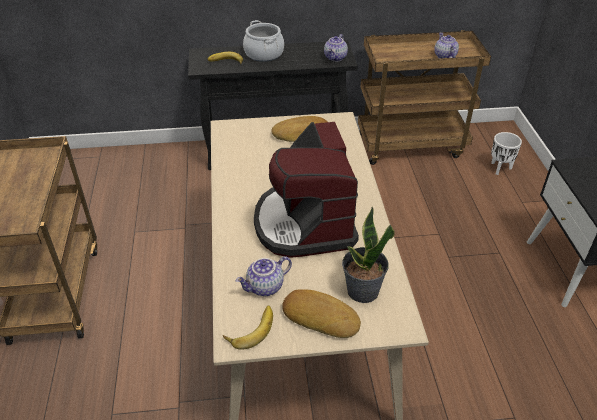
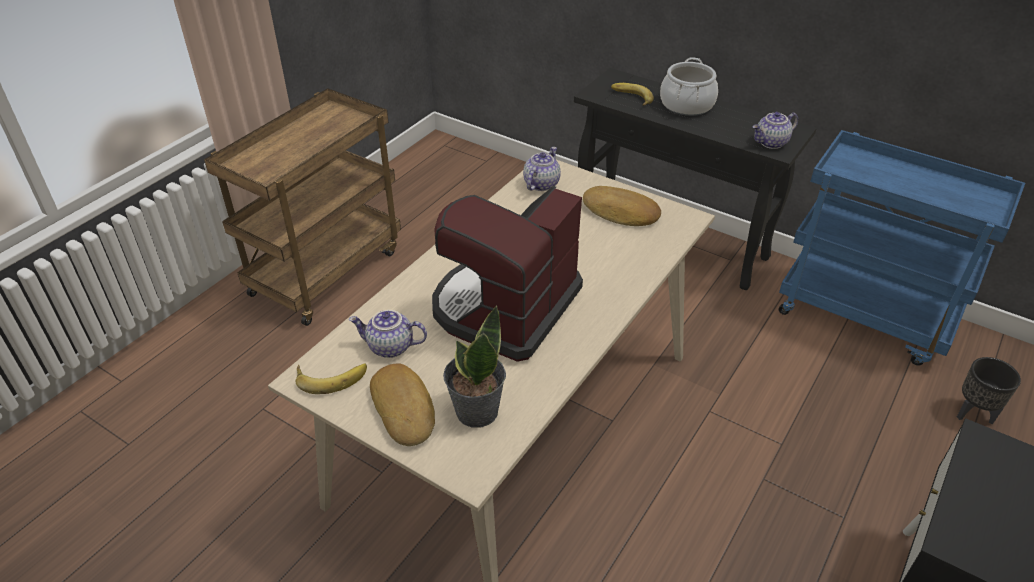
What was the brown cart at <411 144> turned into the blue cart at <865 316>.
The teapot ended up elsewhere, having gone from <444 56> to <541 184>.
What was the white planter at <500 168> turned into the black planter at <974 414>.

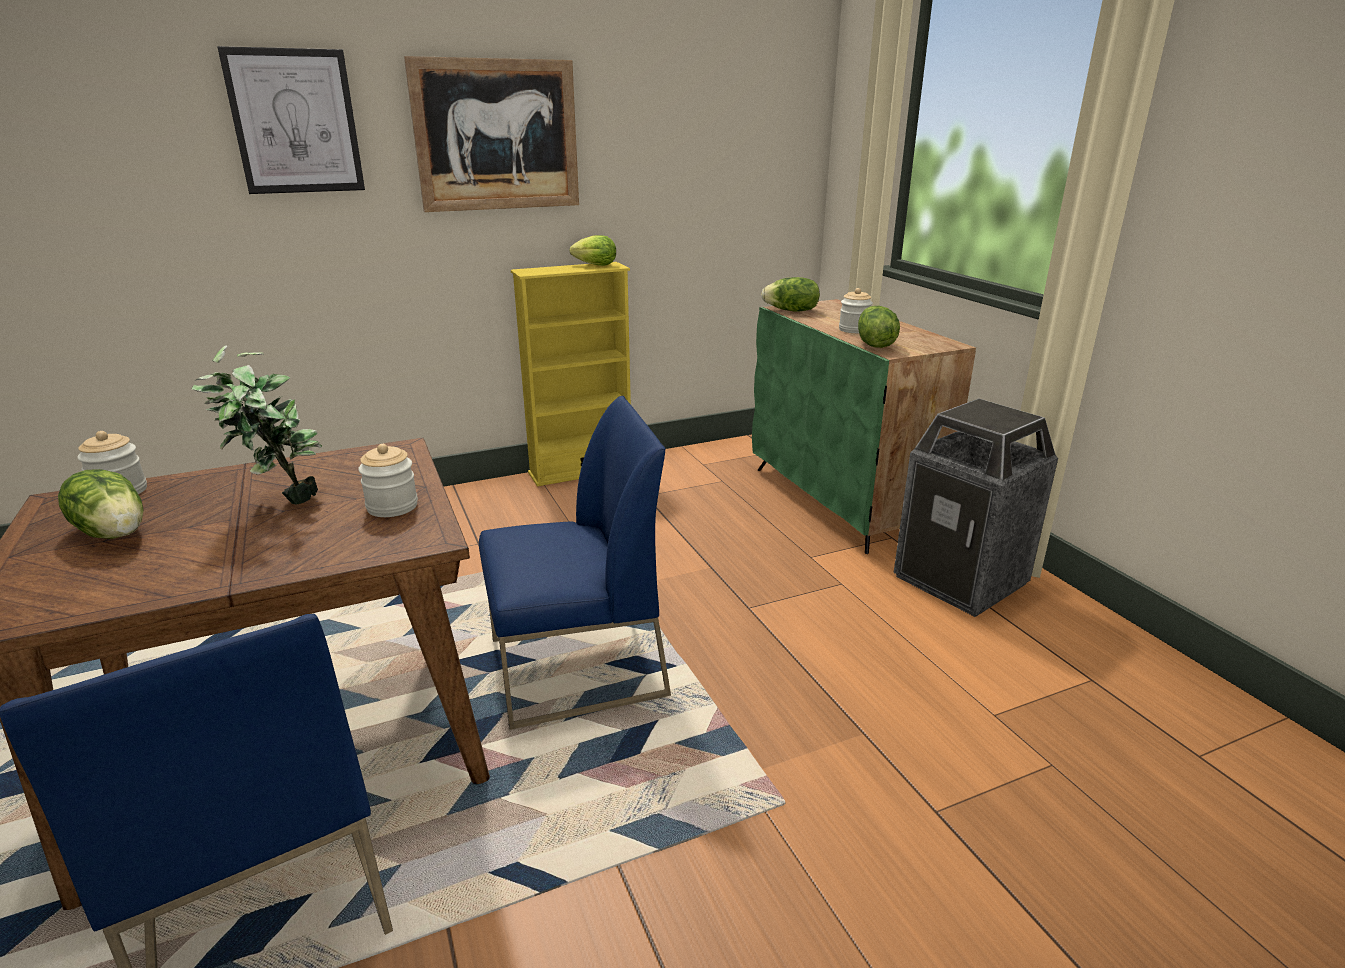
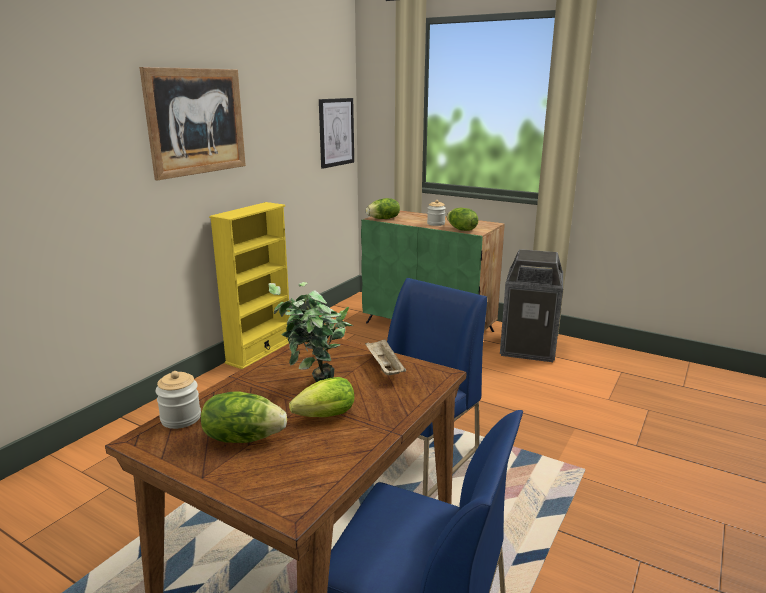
The picture ended up elsewhere, having gone from <295 122> to <336 132>.
The lettuce ended up elsewhere, having gone from <593 265> to <322 417>.
Where the jar stood at <392 507>, the beige tray came to stand at <384 367>.

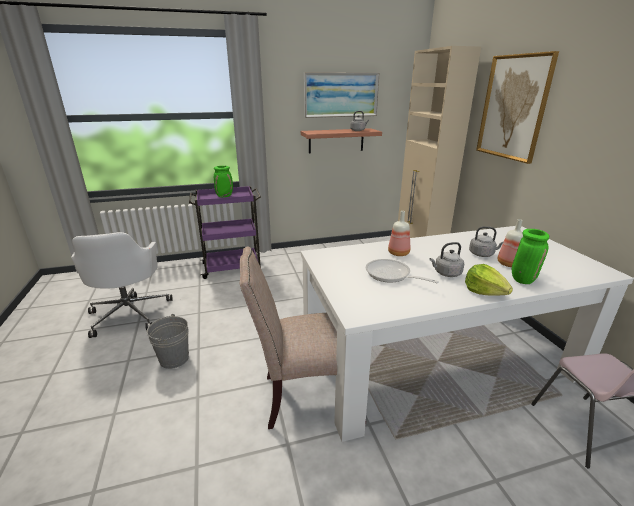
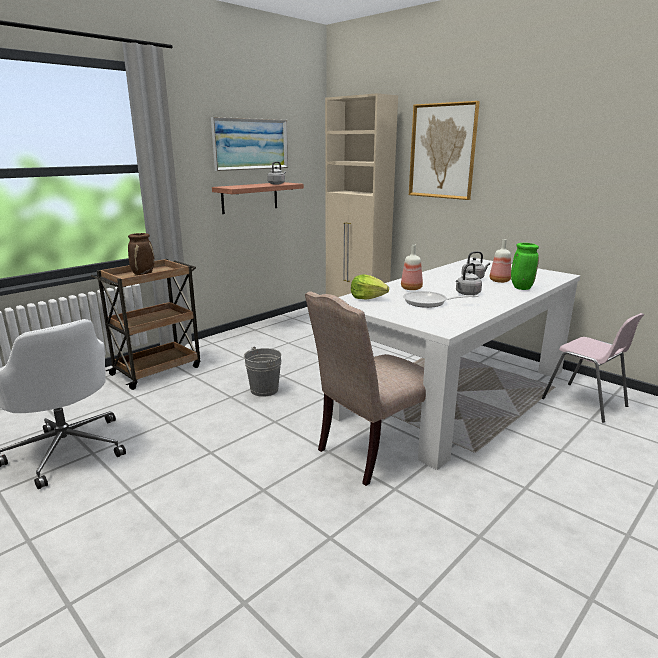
What was the green vase at <225 196> turned into the brown vase at <143 273>.
What was the purple cart at <233 267> turned into the brown cart at <158 370>.
The lettuce ended up elsewhere, having gone from <484 291> to <367 298>.
The grey bucket ended up elsewhere, having gone from <174 358> to <264 390>.

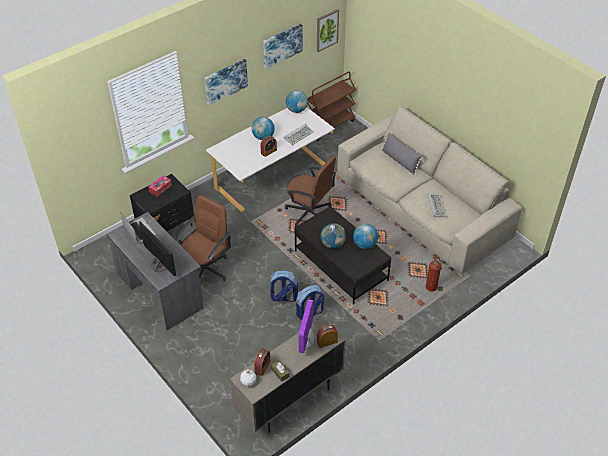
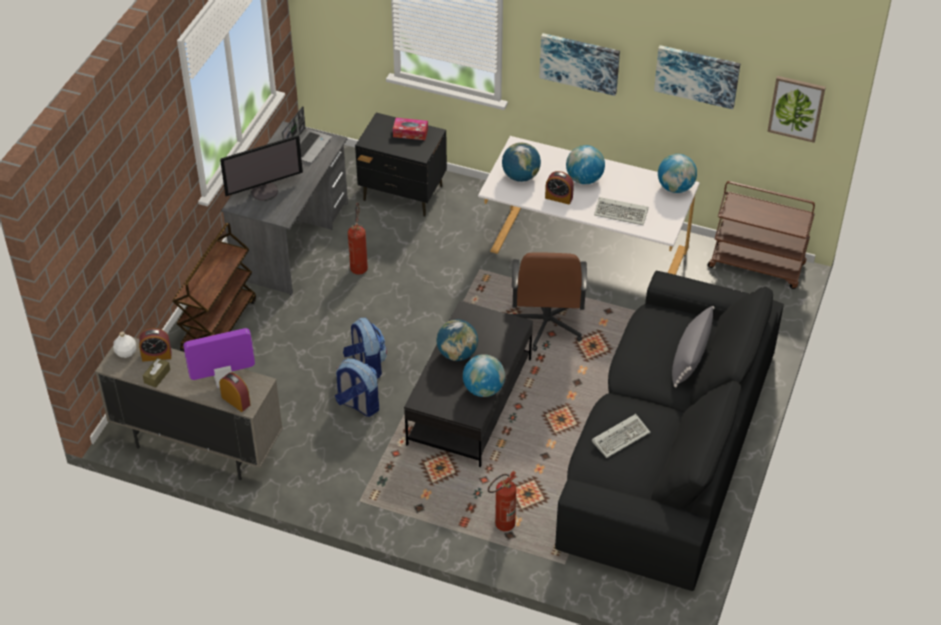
What was the beige sofa at <420 207> turned into the black sofa at <666 447>.
Where the brown office chair stood at <205 269>, the fire extinguisher came to stand at <359 265>.
The monitor at <159 264> ended up facing another way, 45 degrees clockwise from before.
The second view gained the globe at <520 176>.
The second view gained the brown cart at <218 326>.

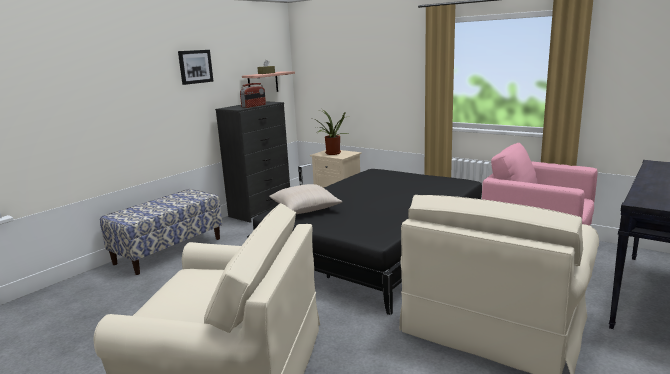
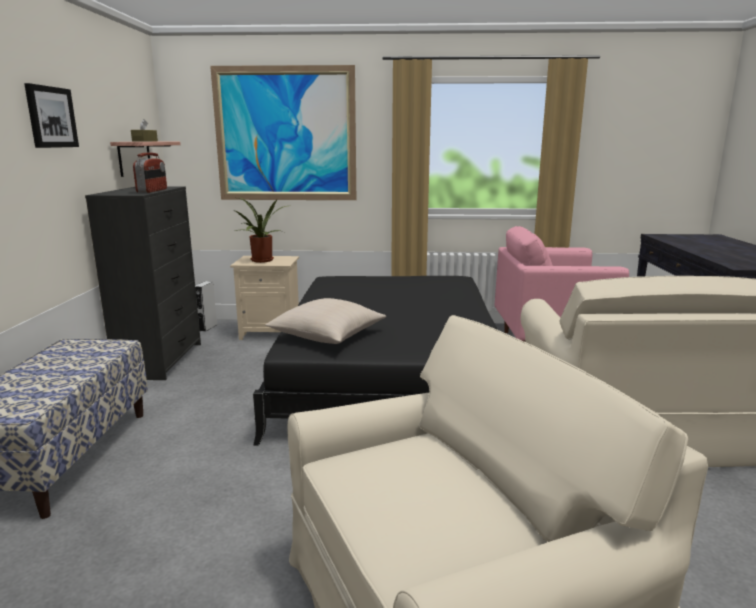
The second view gained the picture at <285 134>.

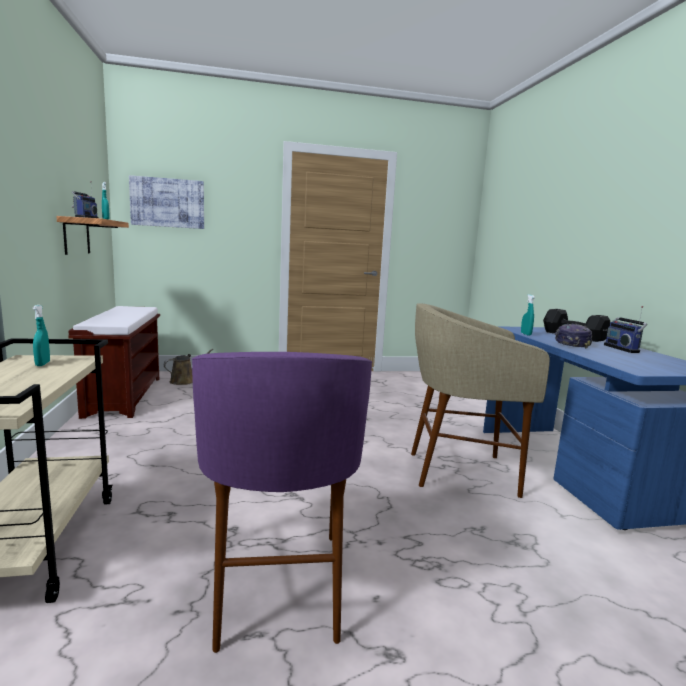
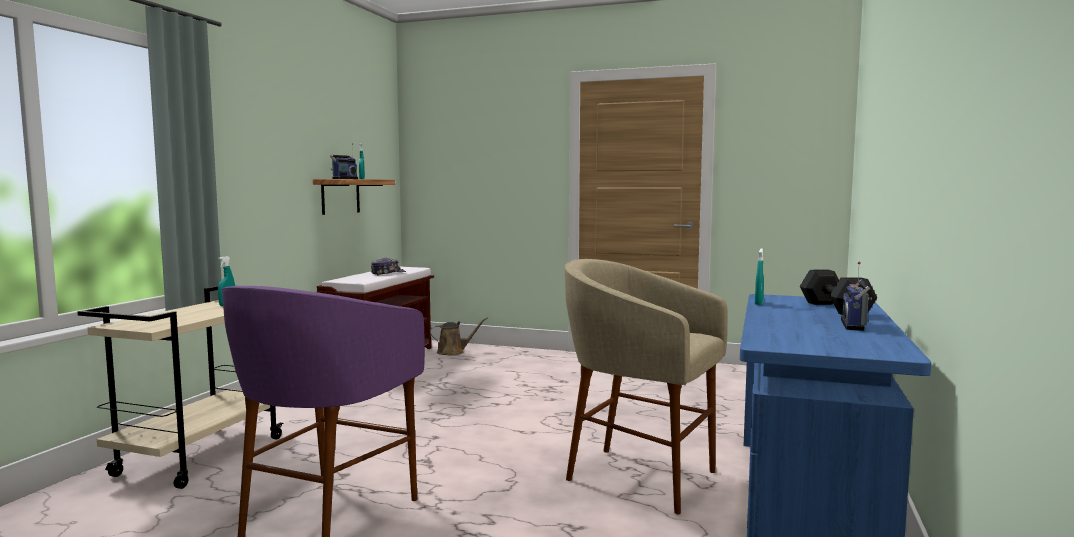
The second view lost the picture at <167 203>.
The cap ended up elsewhere, having gone from <571 343> to <388 273>.

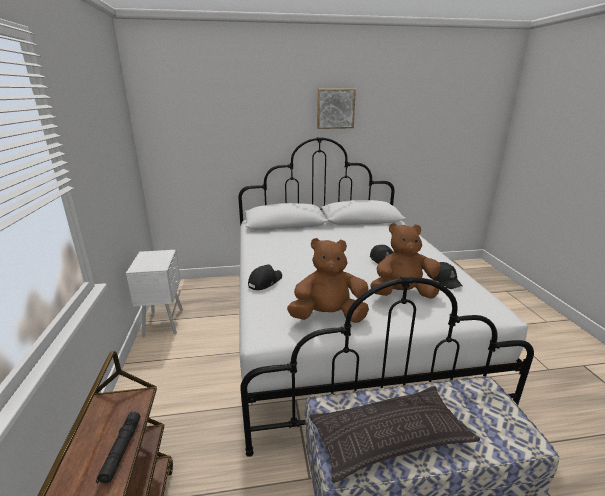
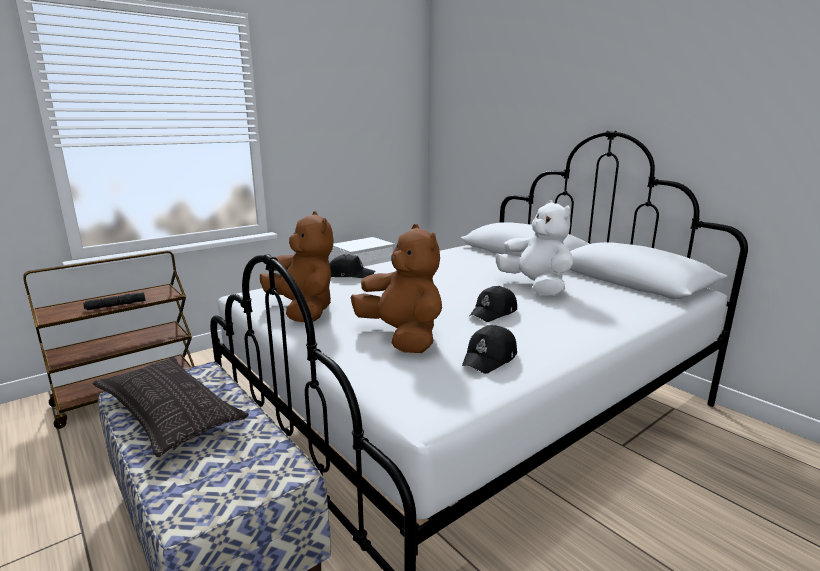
The second view lost the picture at <335 108>.
The second view gained the white plush toy at <535 287>.

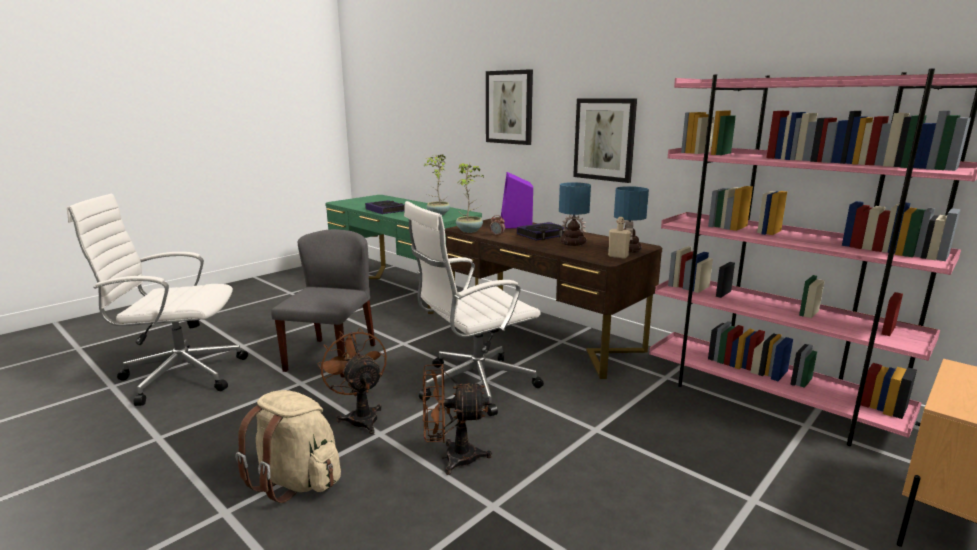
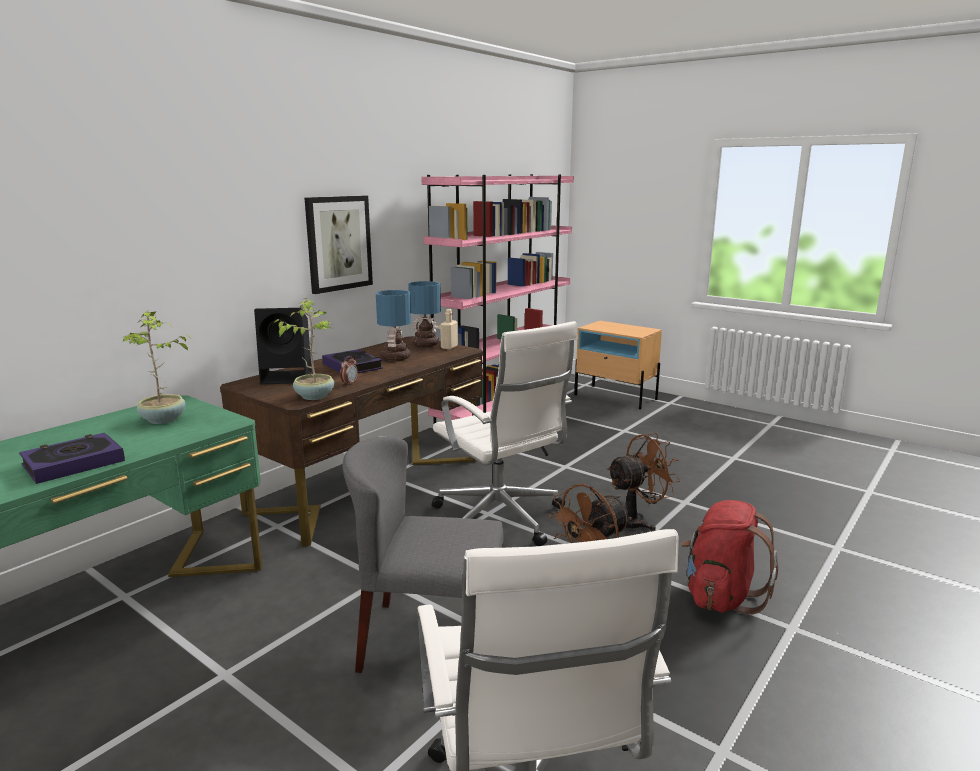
The second view lost the picture at <509 107>.
What was the purple speaker at <516 225> turned into the black speaker at <288 377>.
The brown fan at <452 458> ended up facing another way, 105 degrees counterclockwise from before.
What was the beige backpack at <296 481> turned into the red backpack at <720 596>.

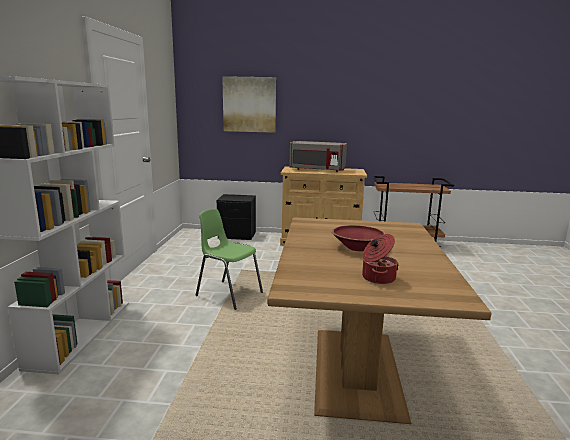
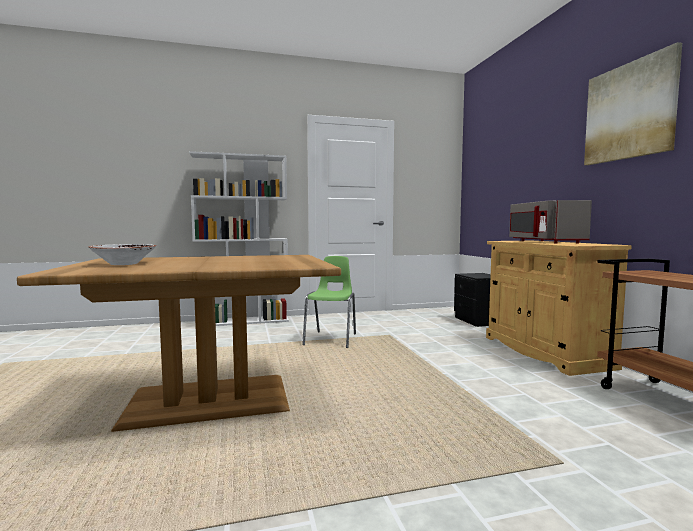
The picture ended up elsewhere, having gone from <249 104> to <629 111>.
The second view lost the red bowl at <357 248>.
Where the cooking pot stood at <377 278>, the white bowl came to stand at <124 264>.

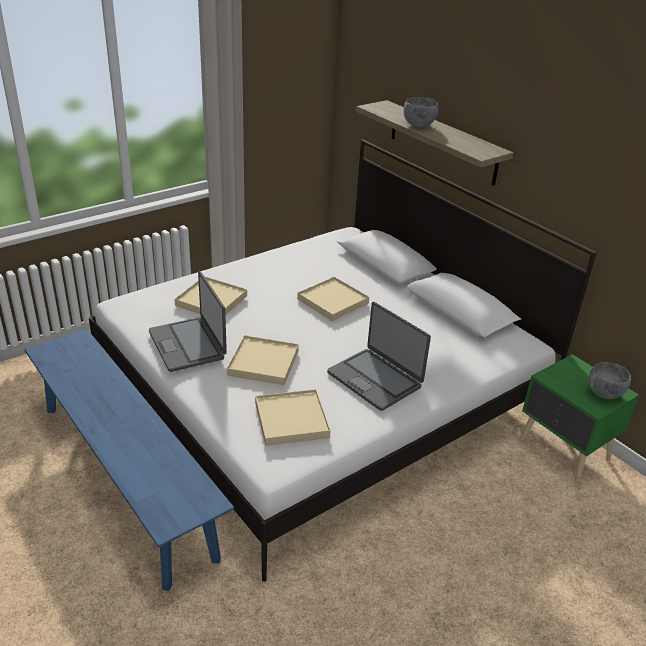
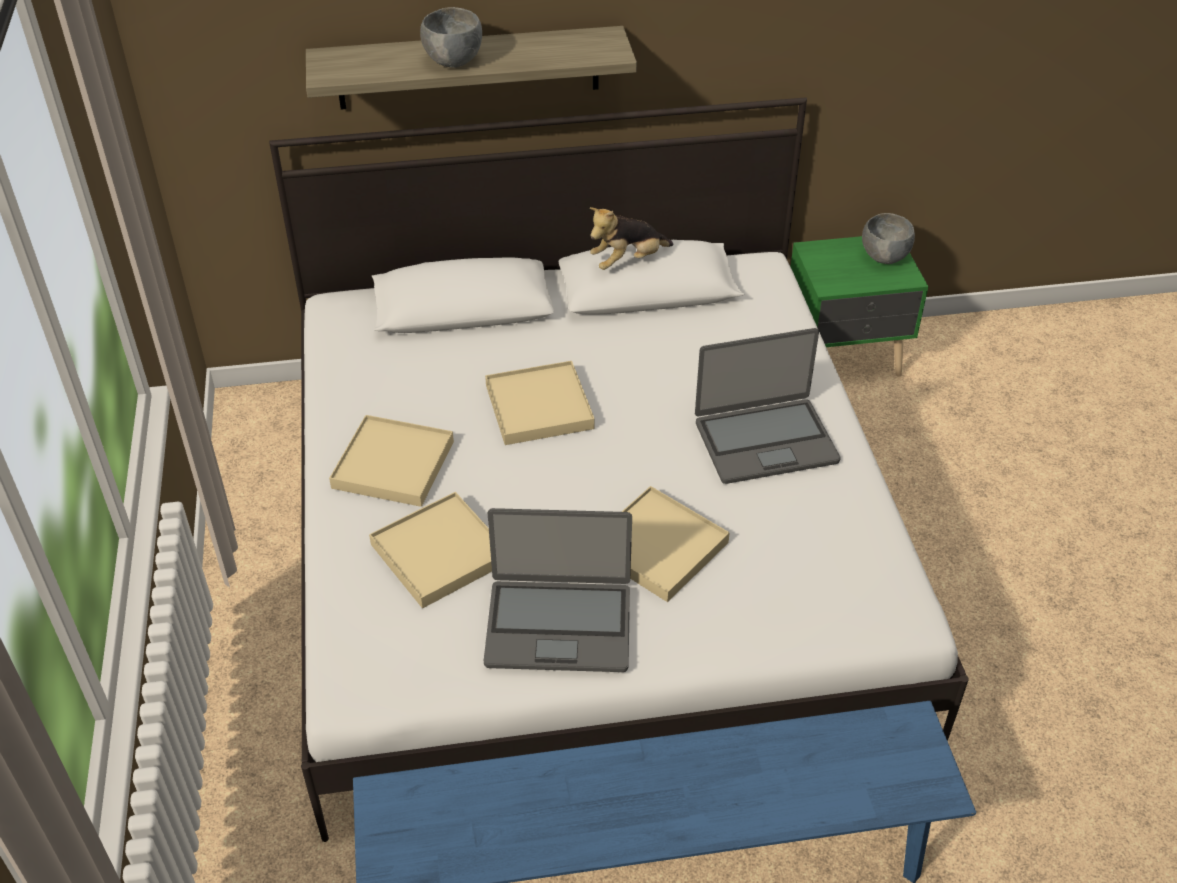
The beige tray ended up elsewhere, having gone from <291 420> to <394 464>.
The second view gained the plush toy at <628 261>.

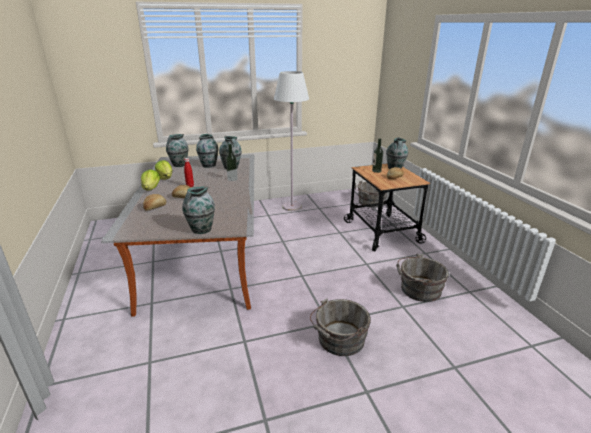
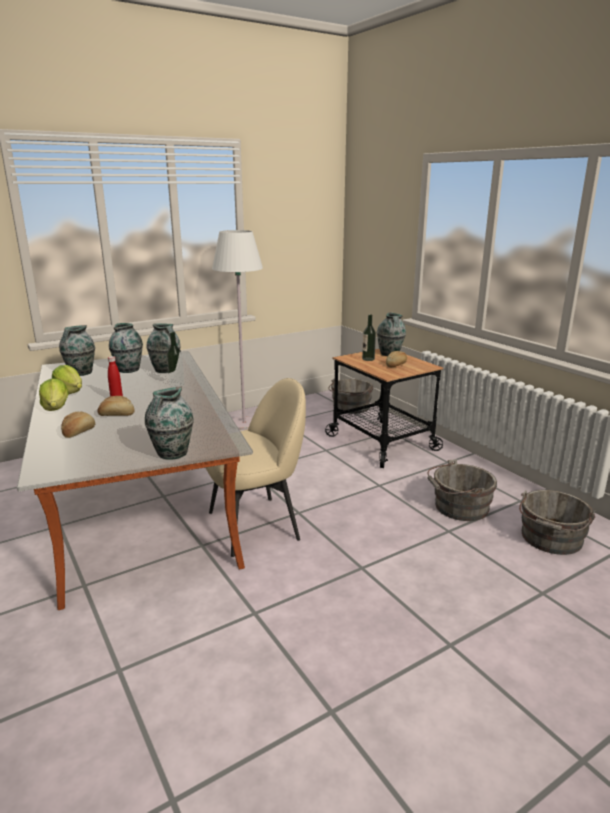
The grey bucket ended up elsewhere, having gone from <339 340> to <550 539>.
The second view gained the beige chair at <256 524>.

